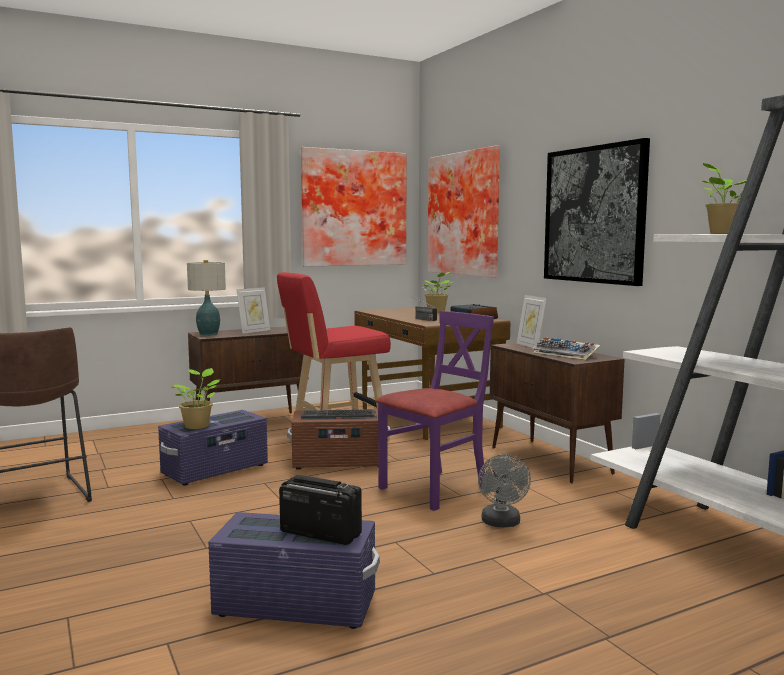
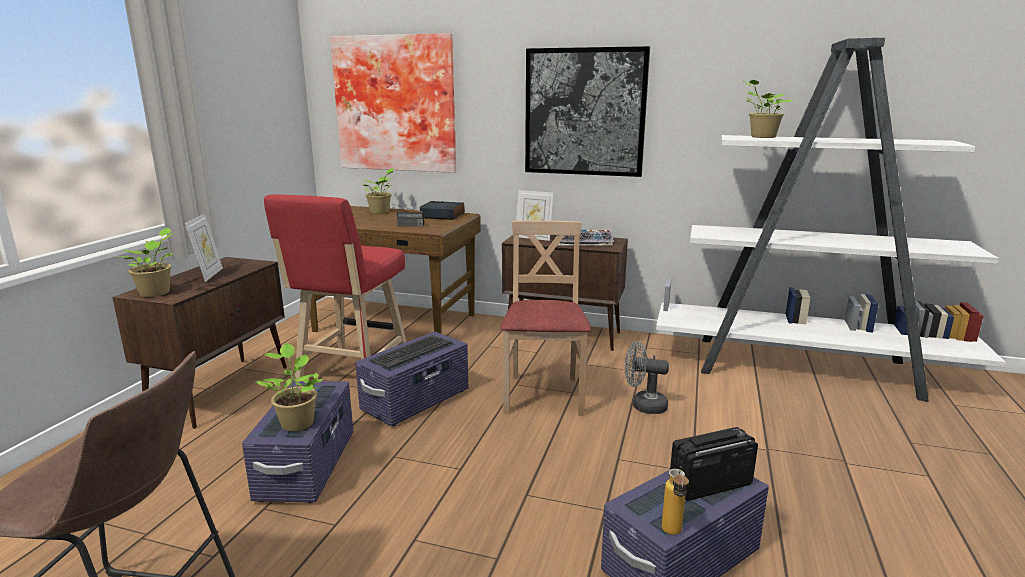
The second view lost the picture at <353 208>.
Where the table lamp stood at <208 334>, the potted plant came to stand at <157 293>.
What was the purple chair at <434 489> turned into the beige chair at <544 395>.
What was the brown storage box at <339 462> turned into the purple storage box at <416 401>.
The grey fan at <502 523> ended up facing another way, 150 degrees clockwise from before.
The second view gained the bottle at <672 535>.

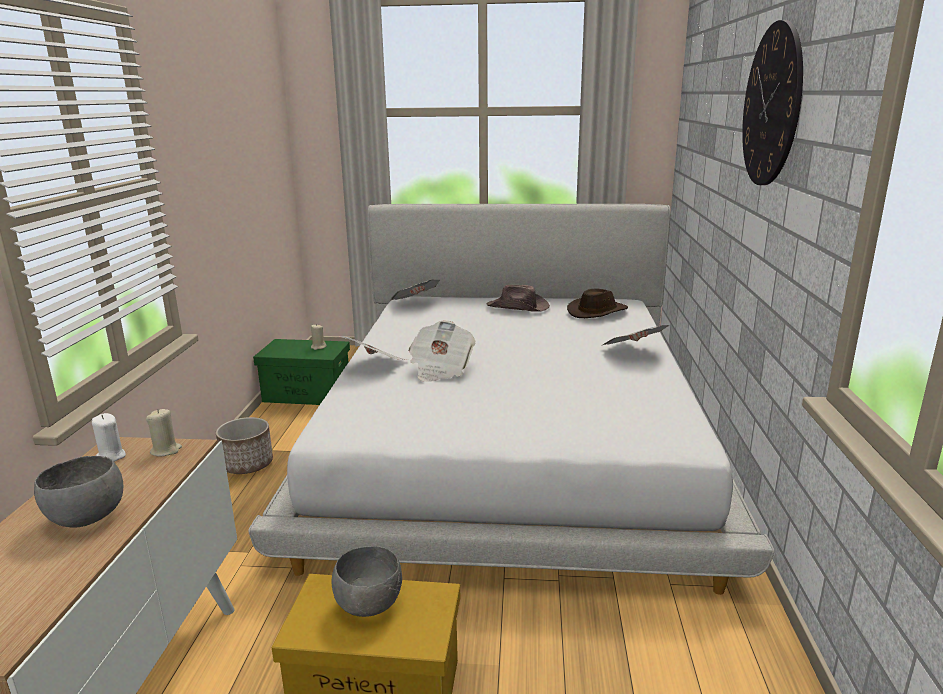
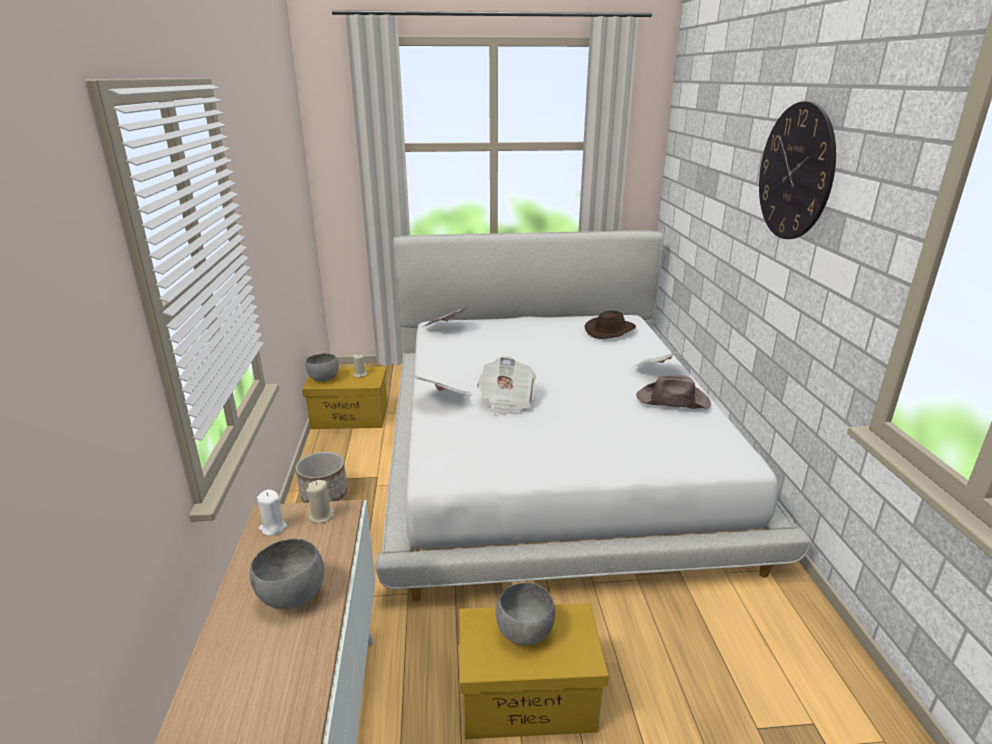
The brown hat ended up elsewhere, having gone from <518 307> to <673 401>.
What was the green storage box at <308 393> turned into the yellow storage box at <351 417>.
The second view gained the grey bowl at <323 379>.

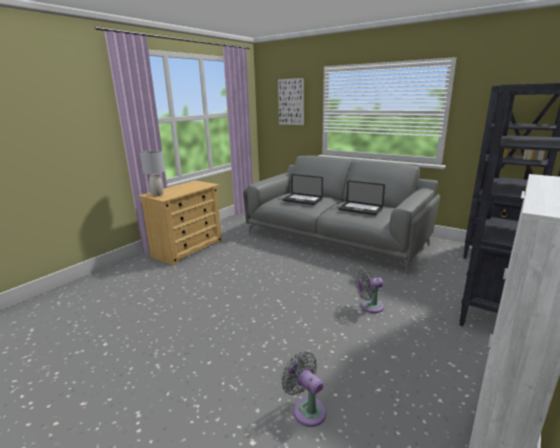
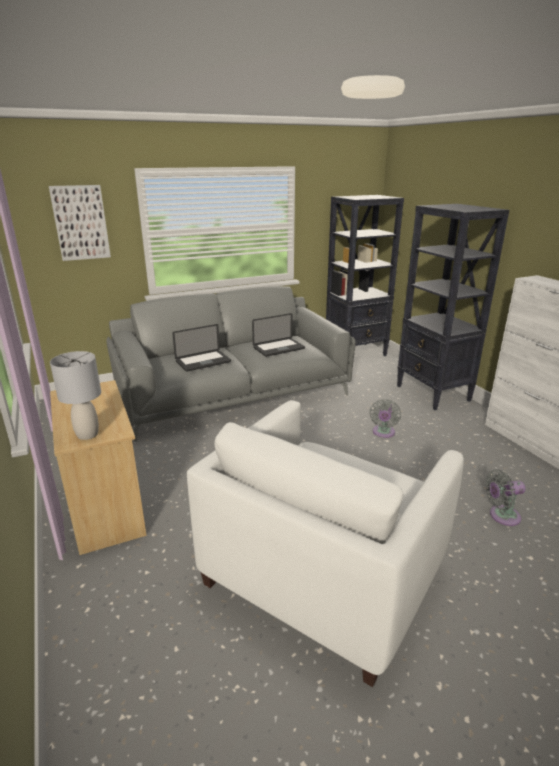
The second view gained the white armchair at <323 573>.

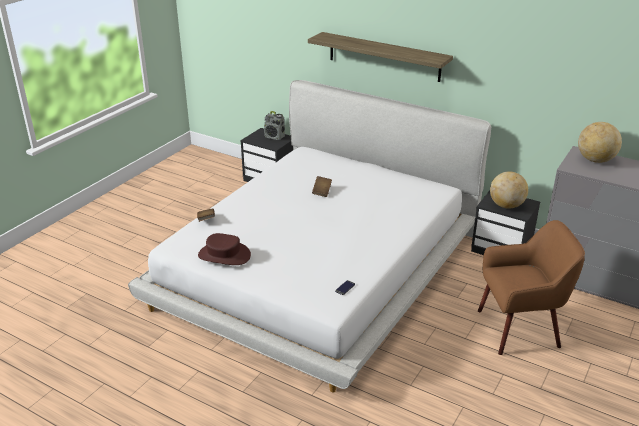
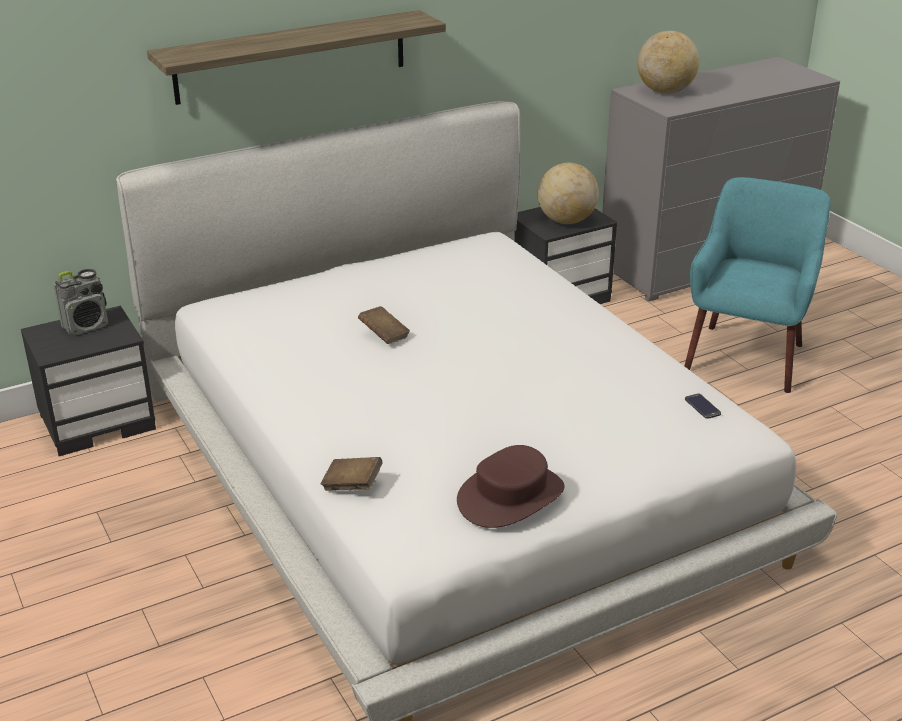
What was the brown armchair at <519 329> turned into the turquoise armchair at <746 357>.

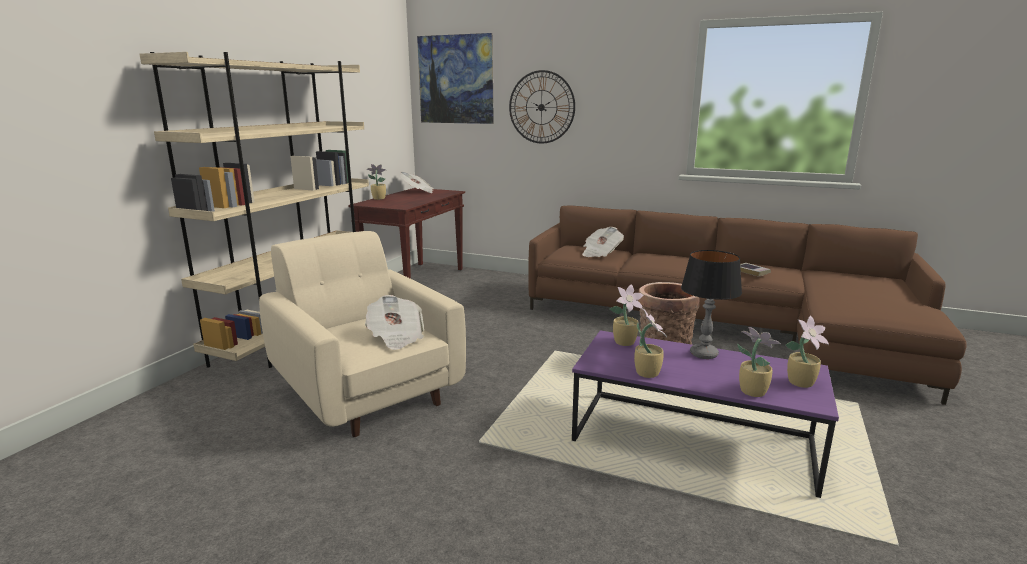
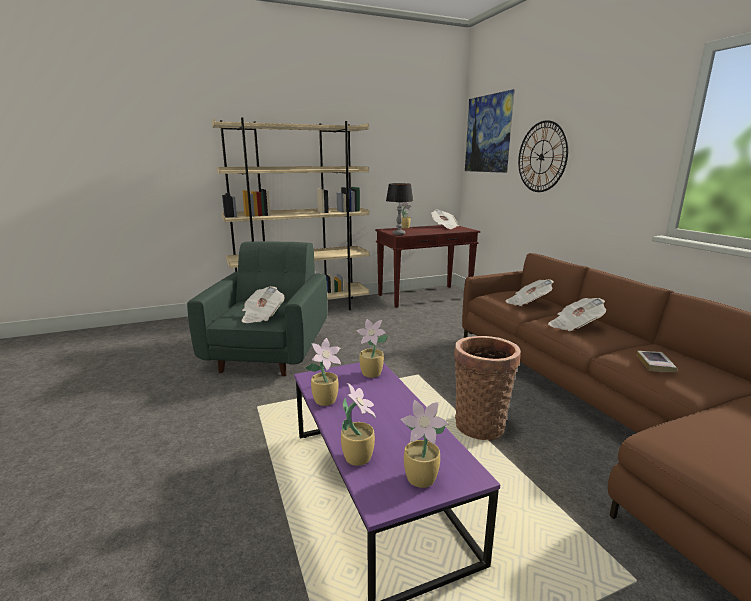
What was the beige armchair at <366 391> turned into the green armchair at <270 351>.
The table lamp ended up elsewhere, having gone from <704 354> to <399 234>.
The second view gained the newspaper at <574 326>.

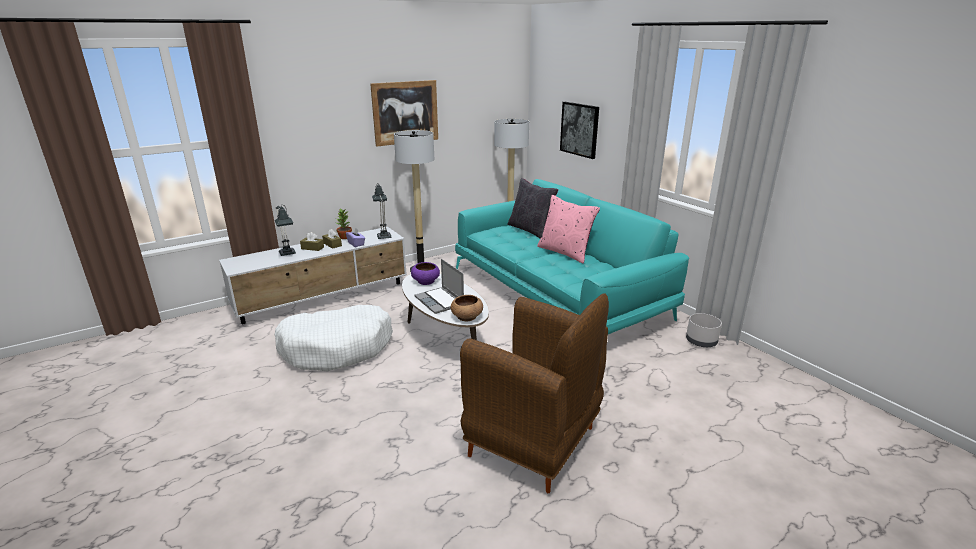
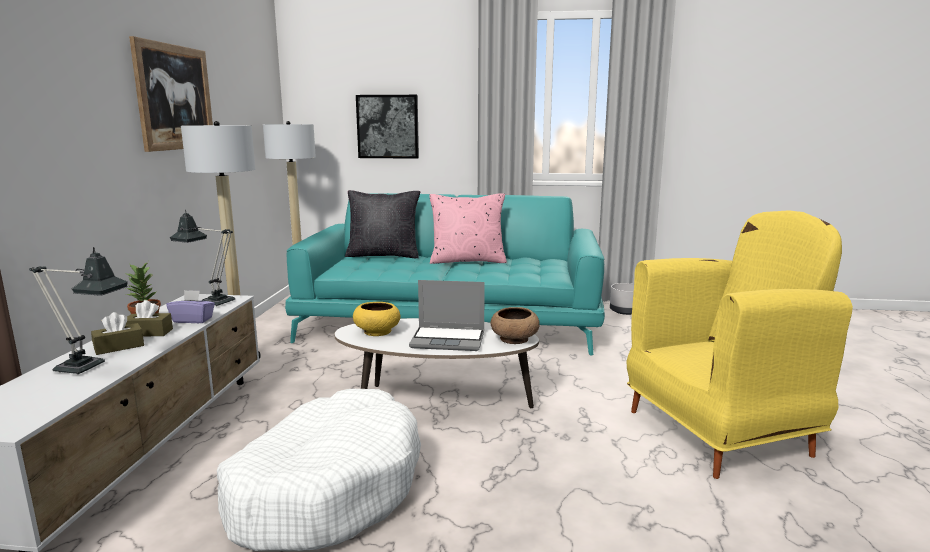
What was the purple bowl at <426 281> turned into the yellow bowl at <377 331>.
What was the brown armchair at <534 443> turned into the yellow armchair at <719 432>.

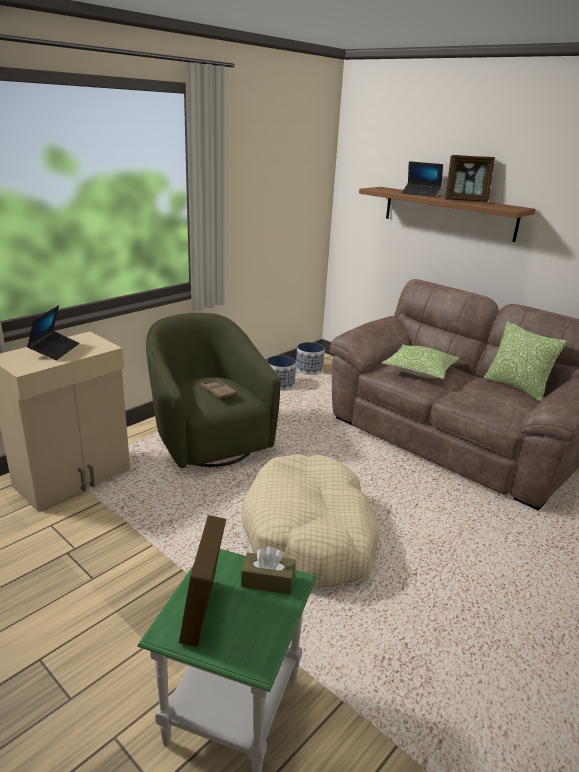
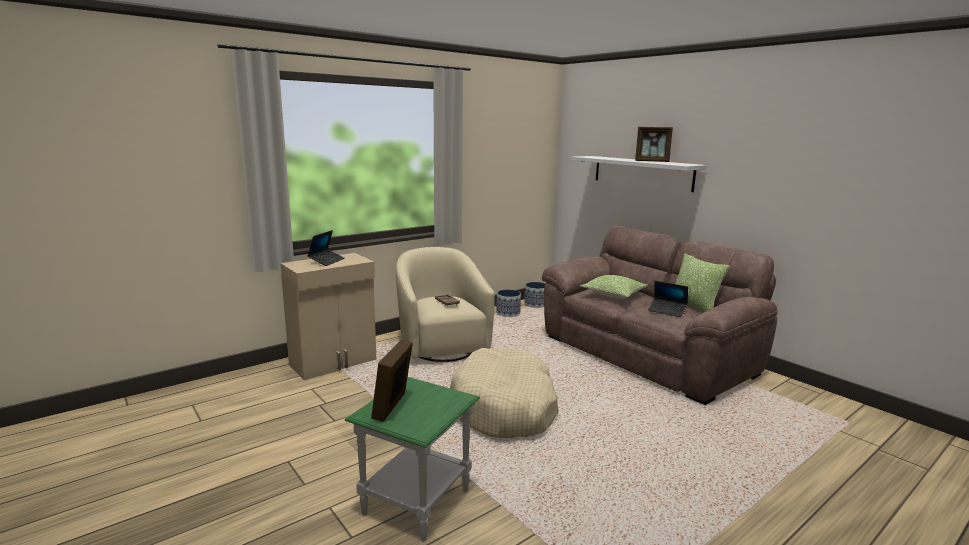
The laptop ended up elsewhere, having gone from <421 194> to <667 311>.
What was the brown shelf at <448 213> turned into the white shelf at <642 172>.
What was the green armchair at <209 439> turned into the beige armchair at <441 345>.
The second view lost the brown tissue box at <268 581>.

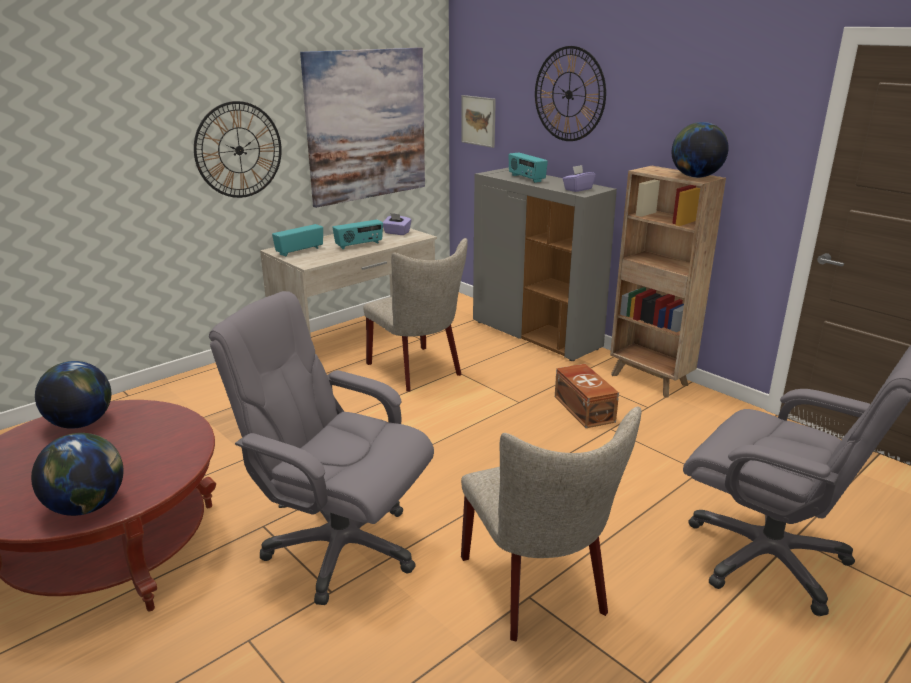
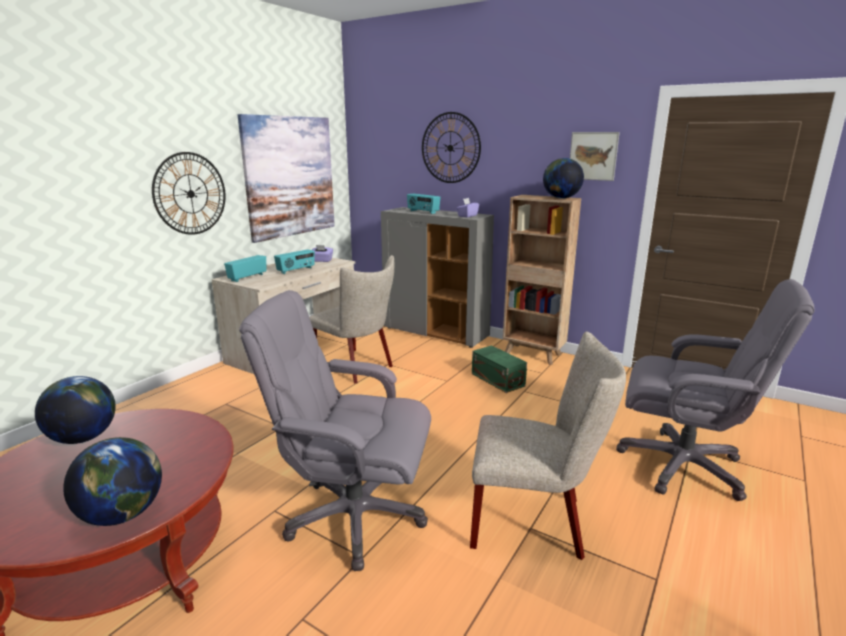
The picture ended up elsewhere, having gone from <478 121> to <593 156>.
What was the brown storage box at <584 408> turned into the green storage box at <497 379>.
The beige chair at <538 590> ended up facing another way, 45 degrees counterclockwise from before.

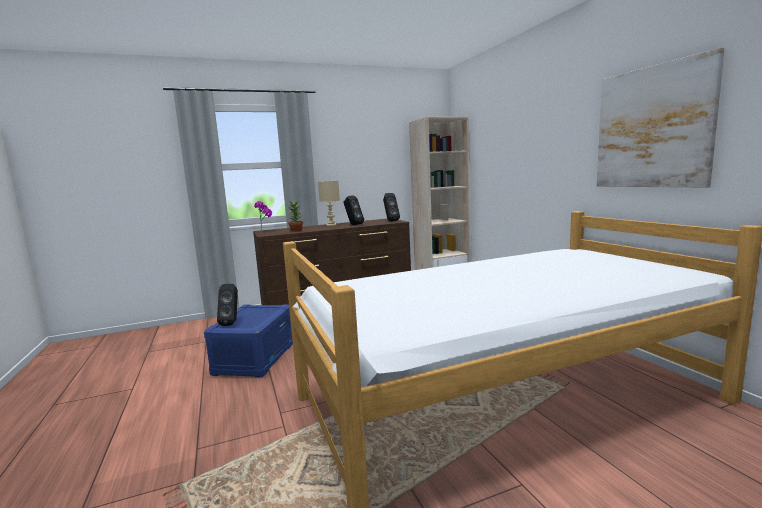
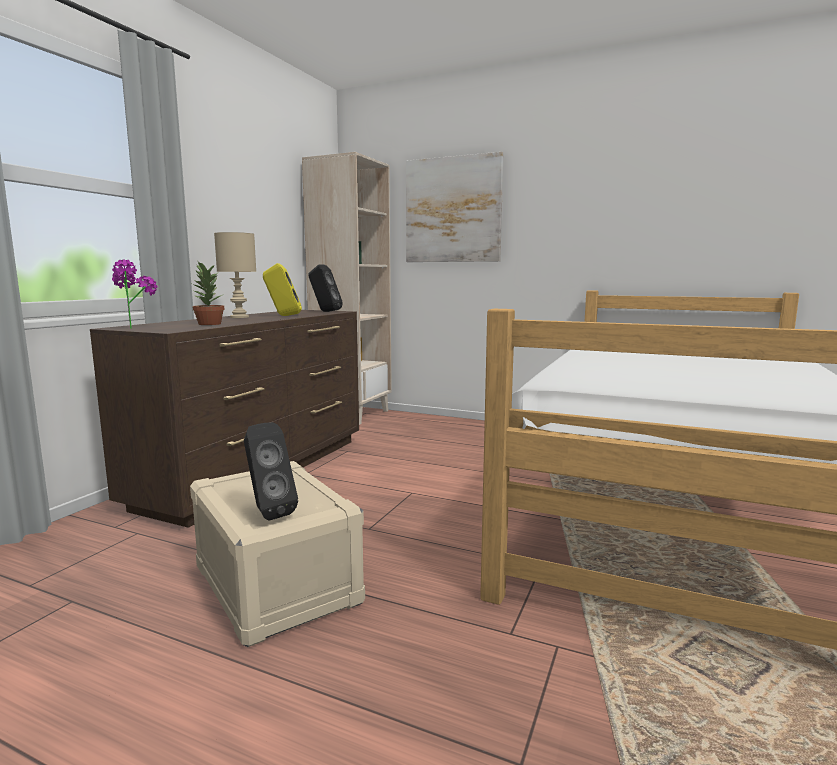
The picture ended up elsewhere, having gone from <652 127> to <453 210>.
What was the black speaker at <353 225> turned into the yellow speaker at <283 316>.
What was the blue storage box at <254 359> turned into the beige storage box at <275 585>.

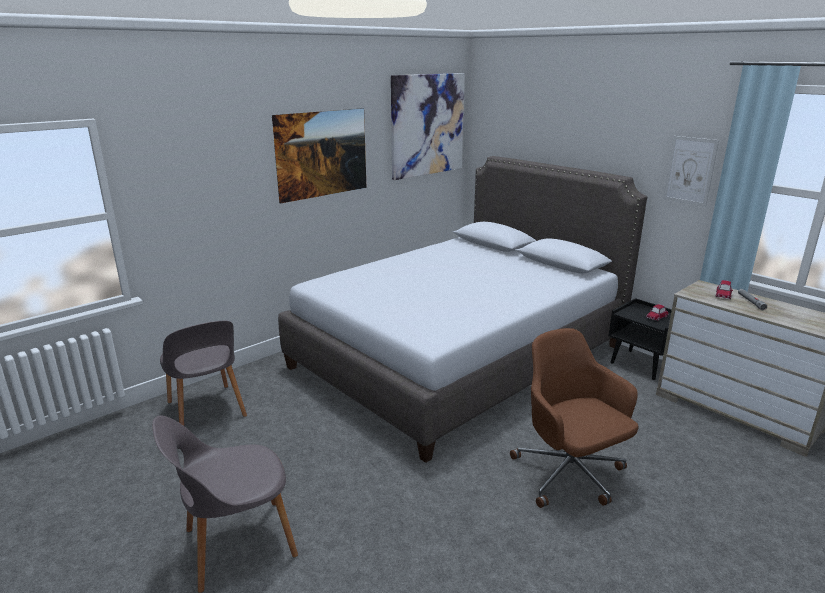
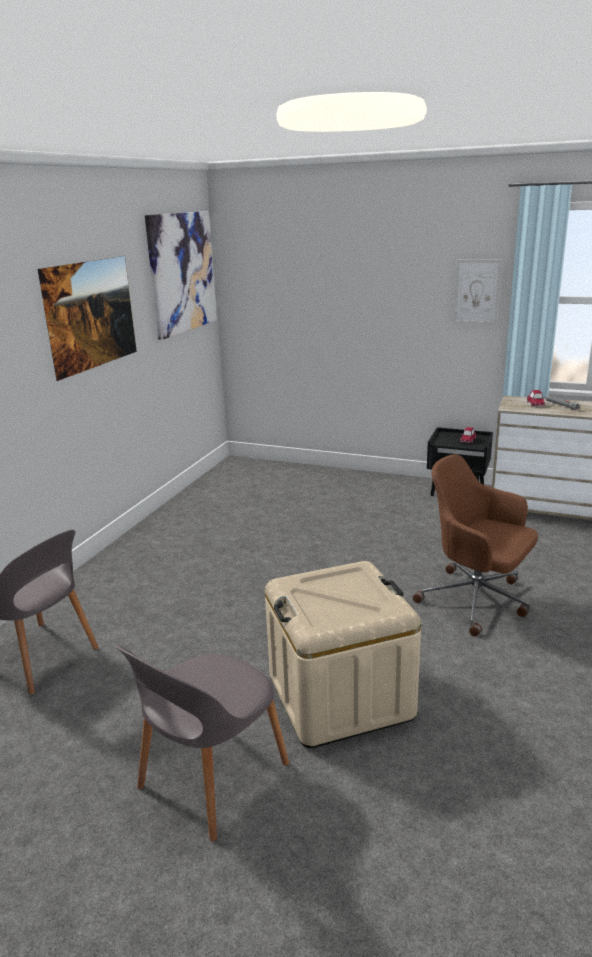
The second view lost the grey bed at <458 356>.
The second view gained the beige storage box at <340 696>.

